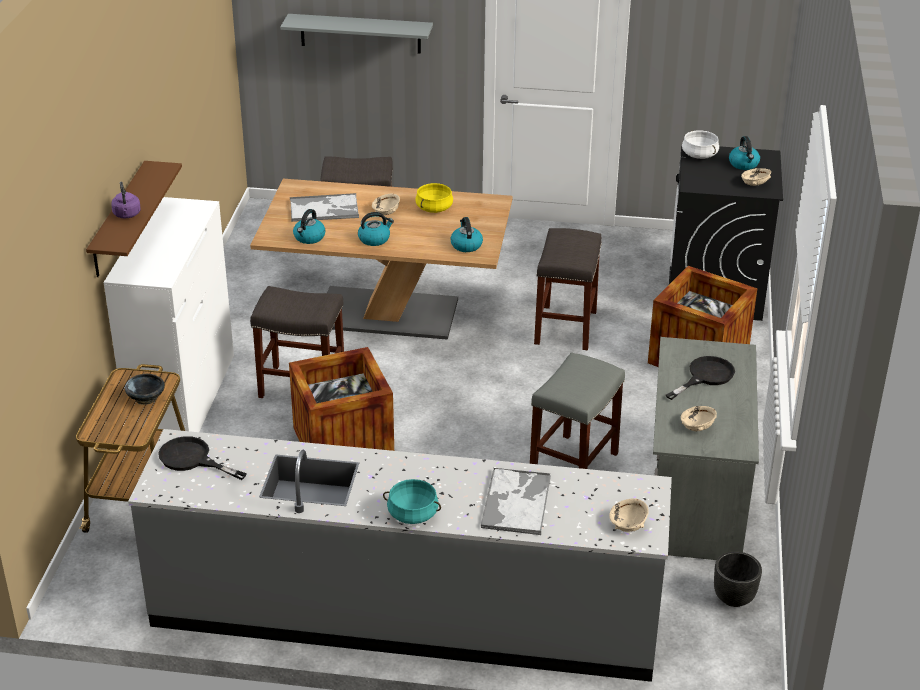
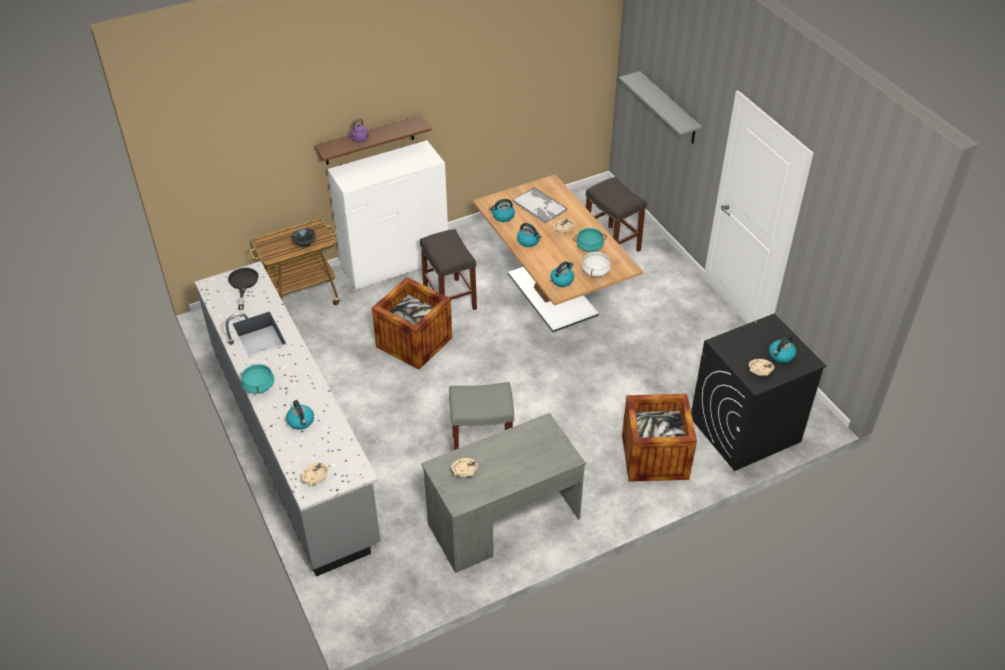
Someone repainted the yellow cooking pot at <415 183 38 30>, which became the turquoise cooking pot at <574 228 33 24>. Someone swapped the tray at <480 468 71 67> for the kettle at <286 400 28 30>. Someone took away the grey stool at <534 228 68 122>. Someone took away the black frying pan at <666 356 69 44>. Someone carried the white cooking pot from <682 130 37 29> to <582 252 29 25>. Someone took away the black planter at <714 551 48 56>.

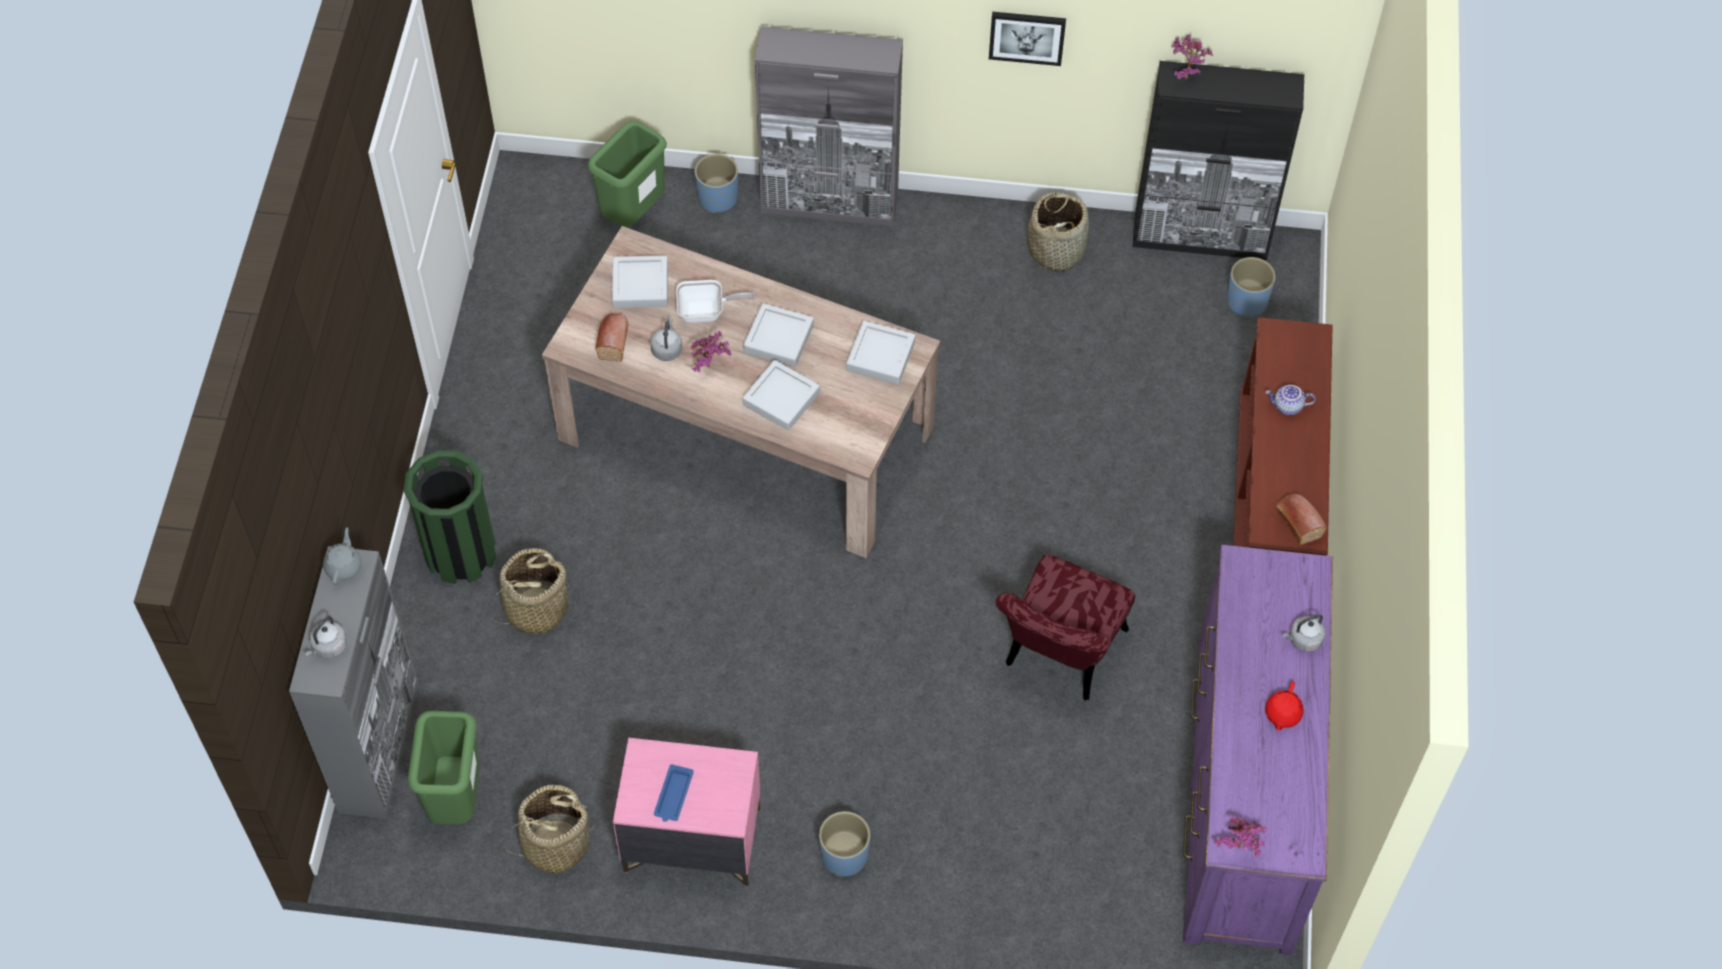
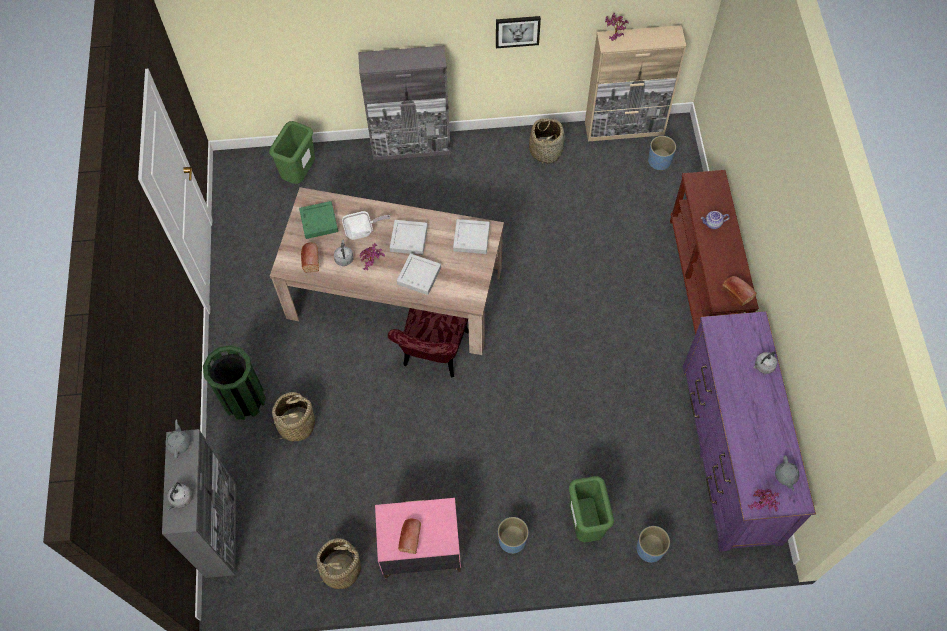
Someone carried the green trash can from <408 711 72 113> to <569 476 45 66>. Someone repainted the grey tray at <612 255 56 53>, which became the green tray at <299 201 39 38>. Someone swapped the blue tray at <654 764 40 58> for the bread at <398 519 23 35>. Someone carried the blue planter from <695 154 43 59> to <637 526 33 37>. Someone carried the red chair from <995 555 140 145> to <388 308 81 70>. Someone repainted the black cabinet at <1133 61 171 199>, which became the beige cabinet at <585 25 101 116>. Someone took away the red teapot at <1265 681 39 50>. Someone put down the grey teapot at <775 455 24 36>.

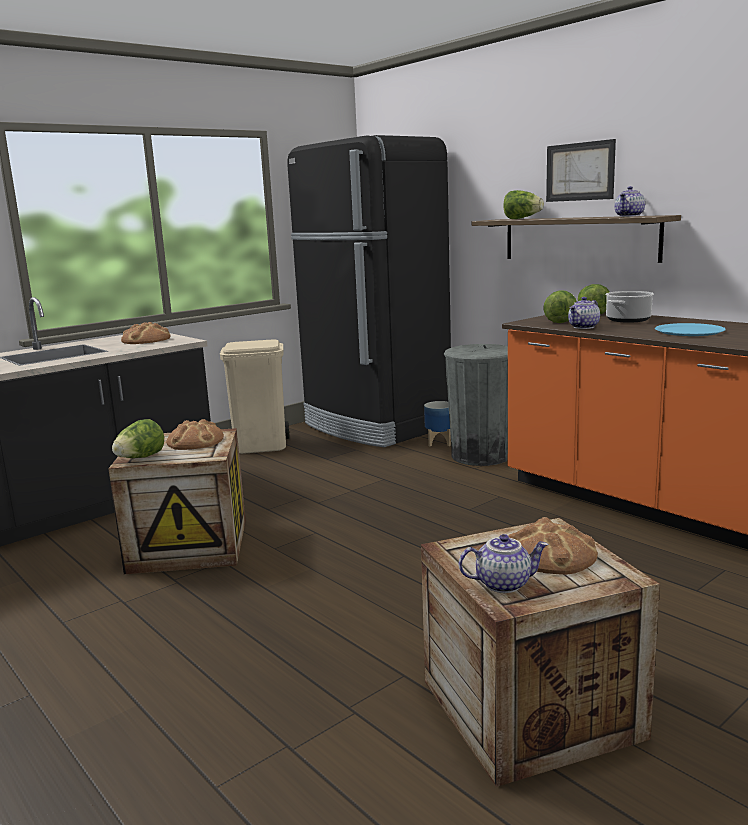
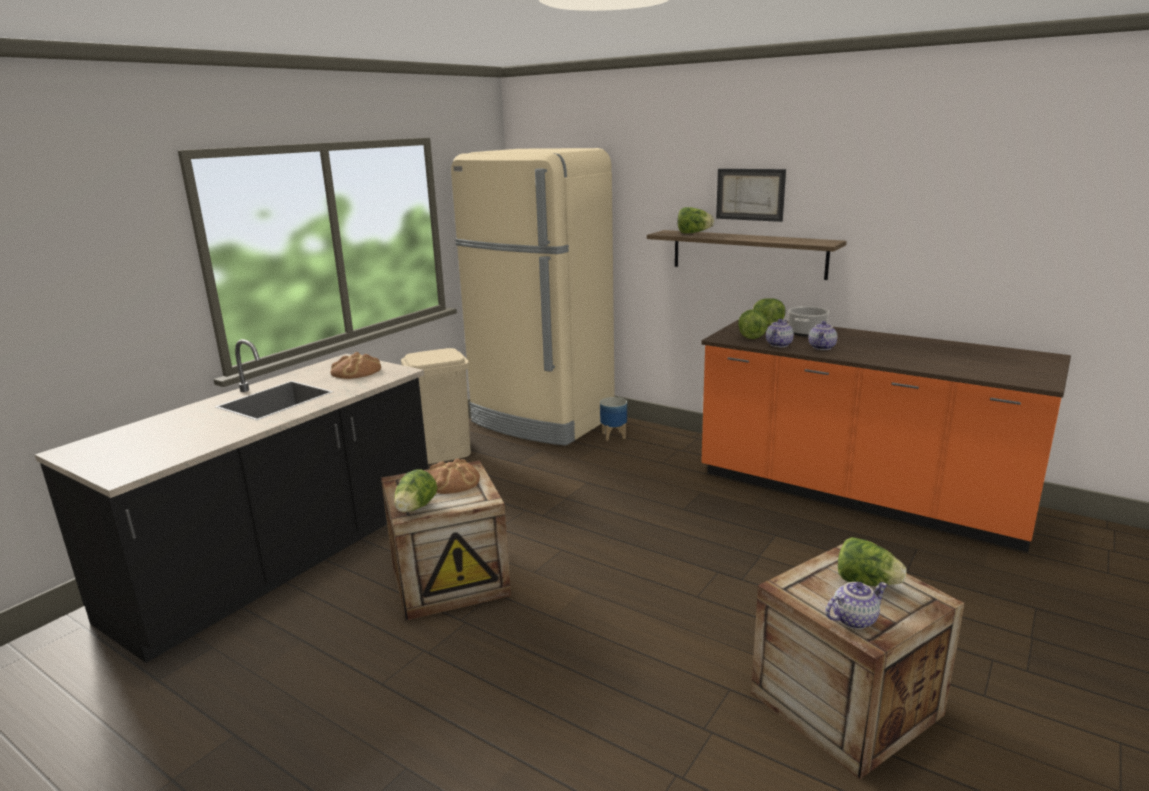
Someone repainted the black fridge at <287 135 164 312>, which became the beige fridge at <451 148 164 298>. Someone took away the grey trash can at <444 344 64 122>. Someone swapped the bread at <508 517 90 58> for the lettuce at <838 537 69 49>. Someone carried the teapot from <614 186 31 31> to <808 321 29 29>. Someone took away the blue plate at <655 323 71 13>.

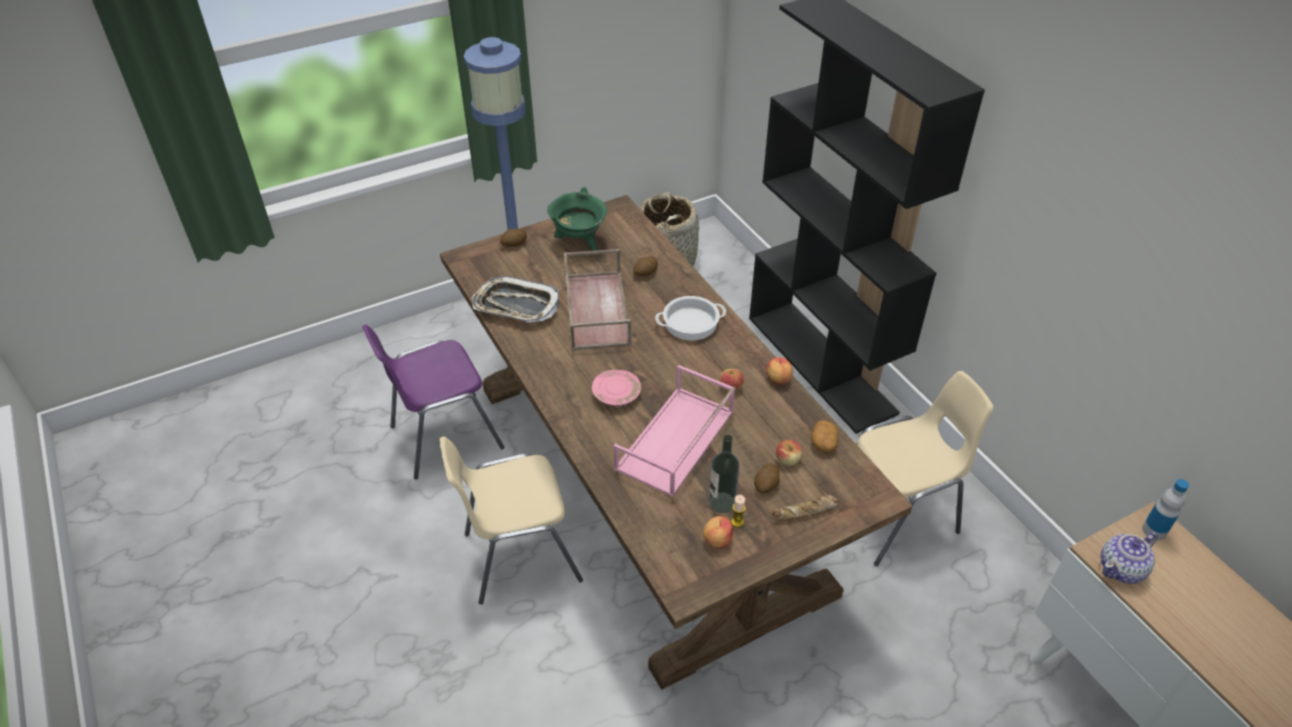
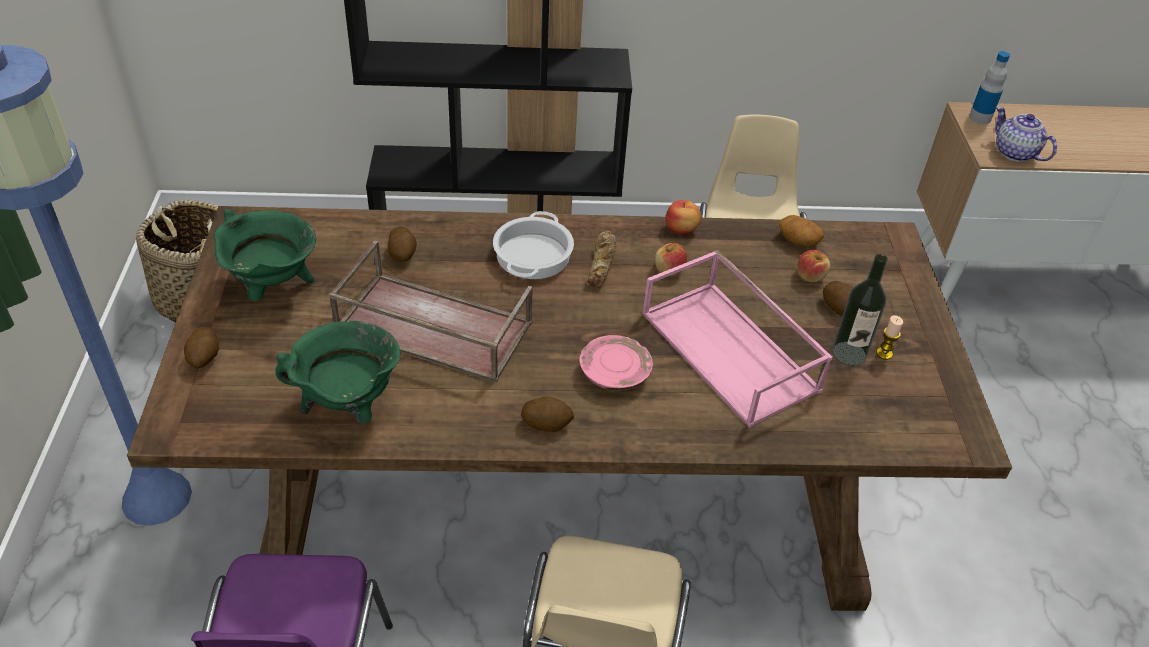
Someone swapped the tray at <472 276 87 46> for the green cooking pot at <275 321 125 103>. Someone took away the apple at <703 516 30 33>. Someone carried the bread from <772 495 66 26> to <587 231 29 57>. Someone rotated the teapot at <1101 532 57 52> by 150 degrees clockwise. Someone put down the potato at <521 396 53 36>.

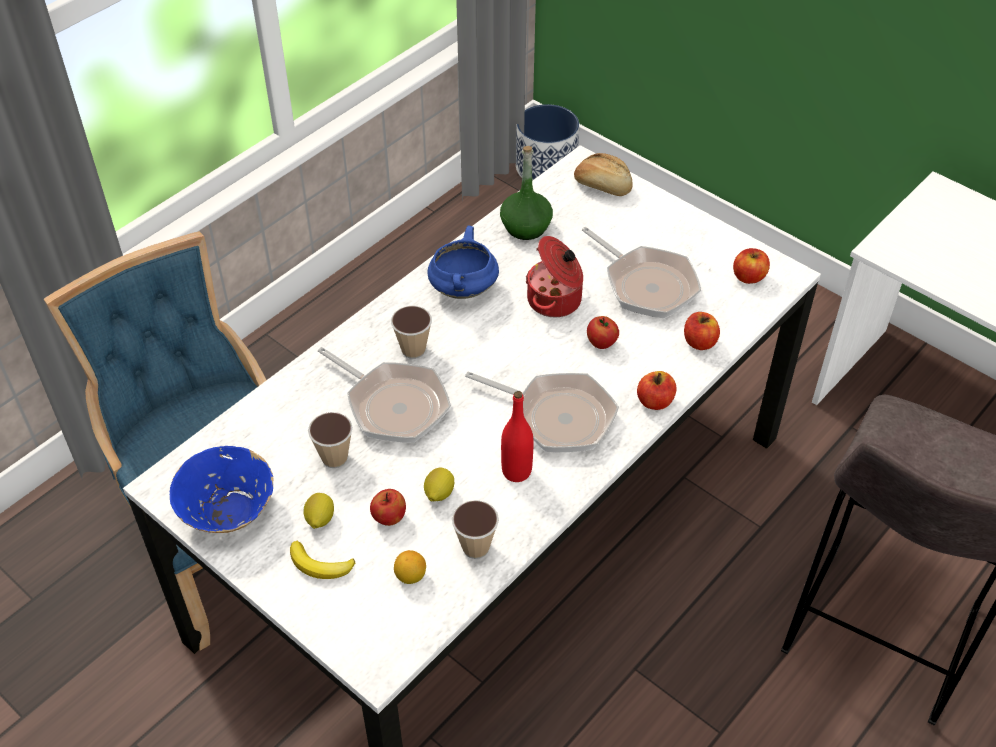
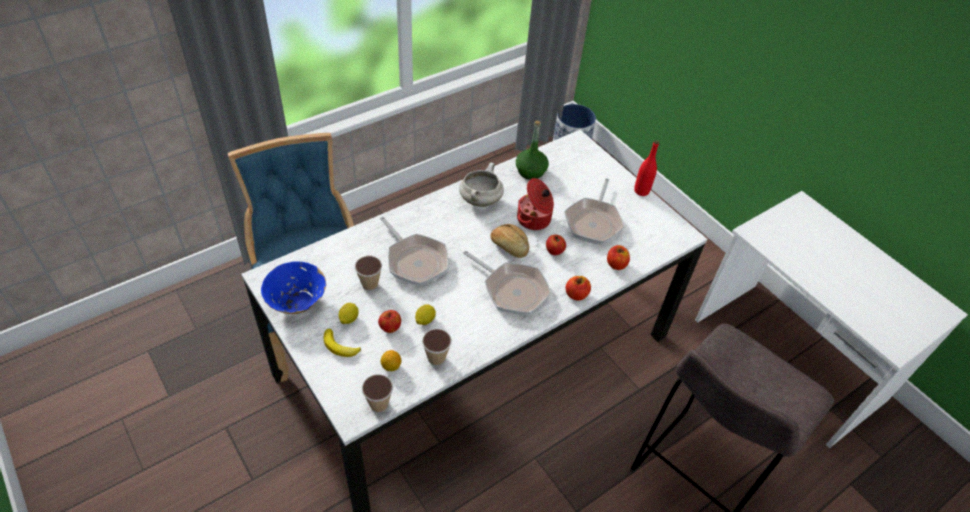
Someone carried the cup from <391 306 41 53> to <362 374 31 39>. Someone repainted the blue cooking pot at <427 226 72 73>, which became the white cooking pot at <459 162 45 45>. Someone carried the red bottle from <501 391 33 91> to <634 141 25 55>. Someone carried the bread from <574 153 58 43> to <491 224 38 34>. Someone rotated the frying pan at <582 227 119 91> by 45 degrees clockwise. Someone took away the apple at <733 248 37 36>.

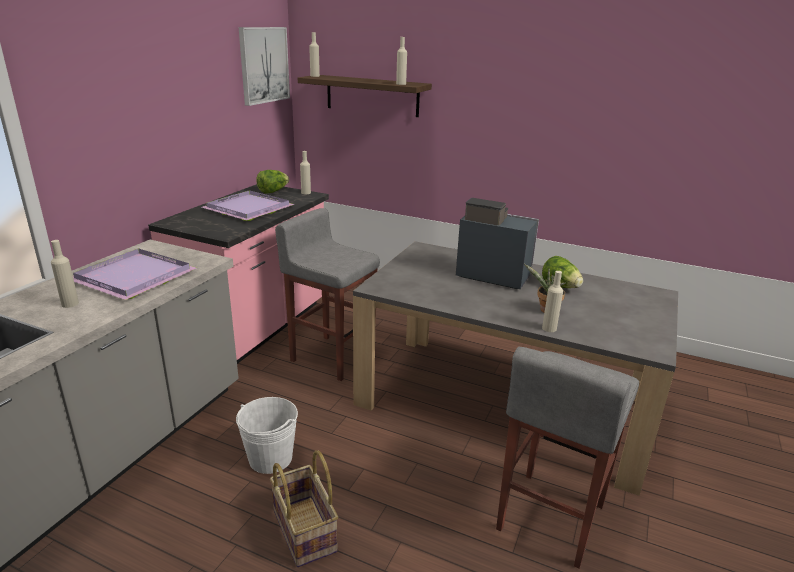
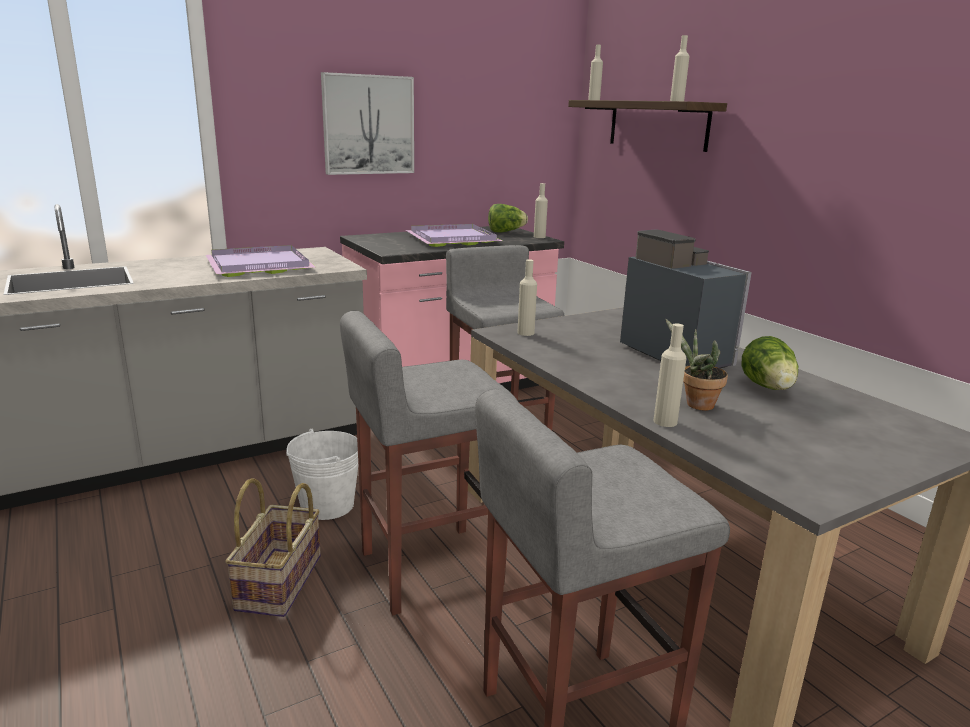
Someone carried the beige bottle from <51 240 28 68> to <517 259 20 77>. Someone carried the picture from <239 27 51 79> to <321 72 93 103>. Someone put down the grey stool at <340 311 177 304>.

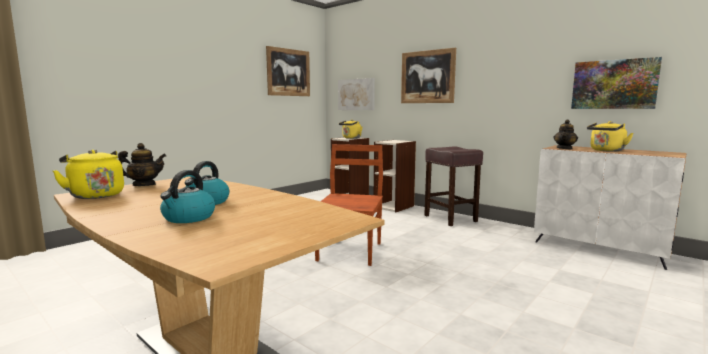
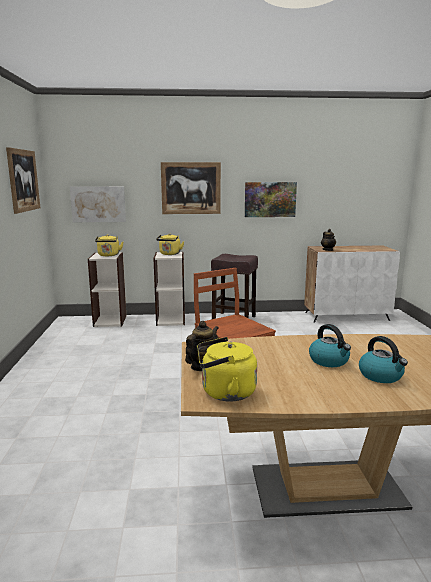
Someone carried the picture from <571 57 91 52> to <245 182 52 35>. Someone carried the yellow kettle from <587 121 47 31> to <156 234 28 21>.

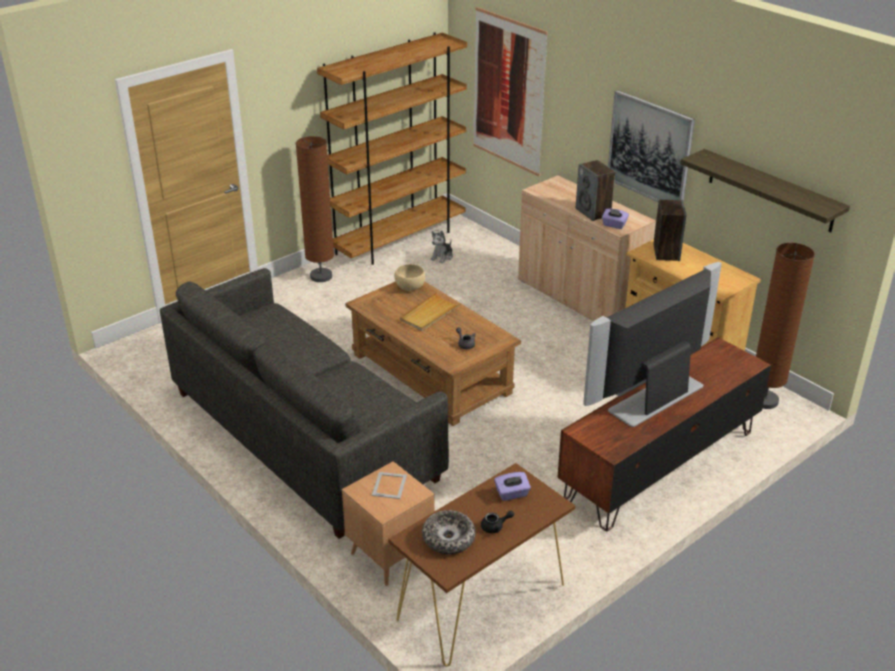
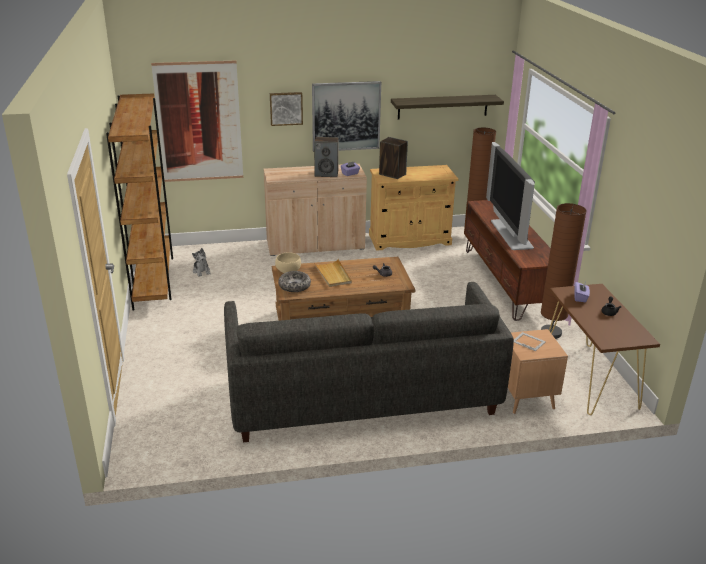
Someone carried the brown floor lamp from <296 136 38 146> to <541 203 46 136>. Someone carried the bowl from <422 510 54 44> to <278 271 33 21>. Someone put up the picture at <270 92 33 34>.

